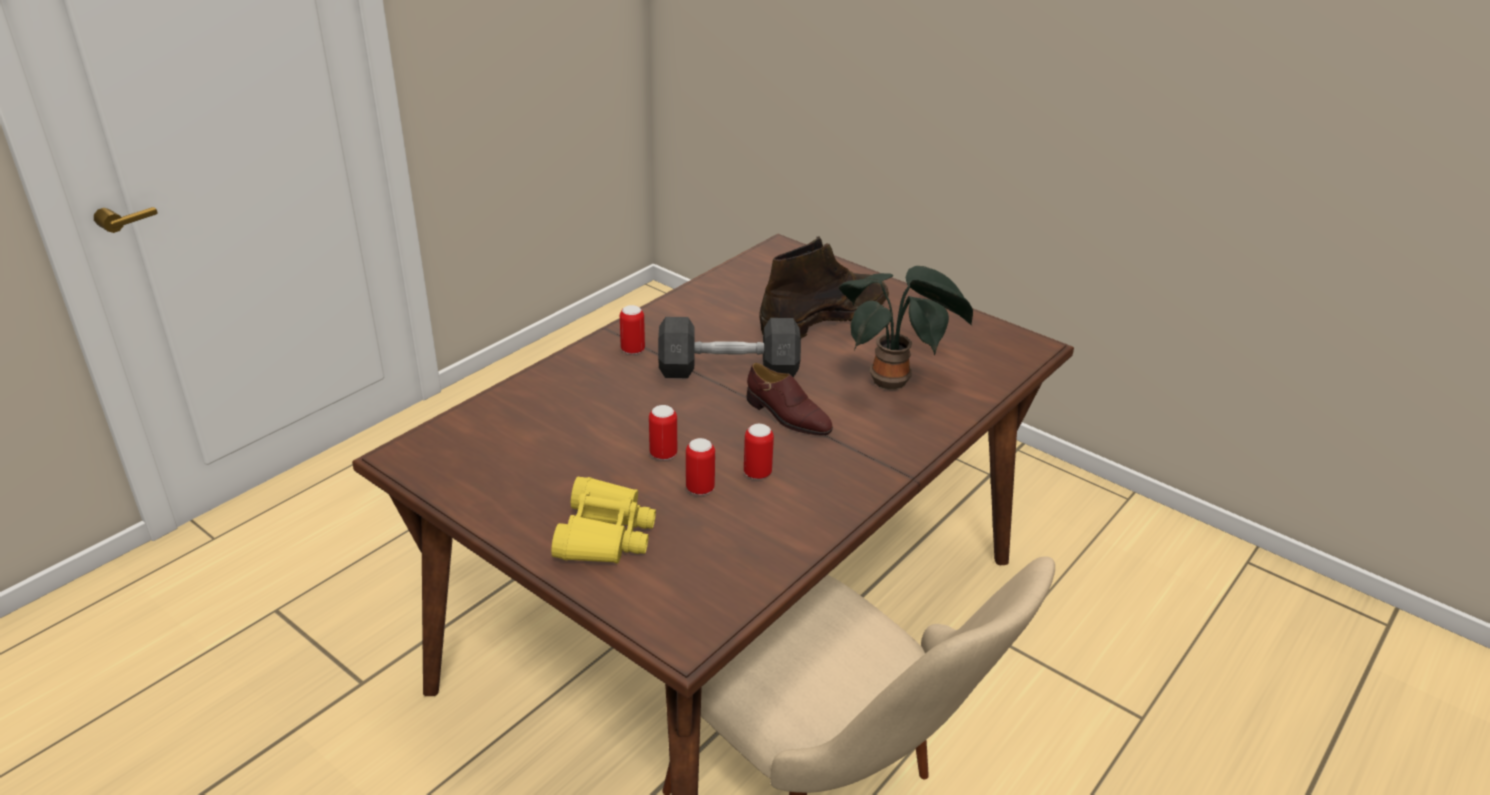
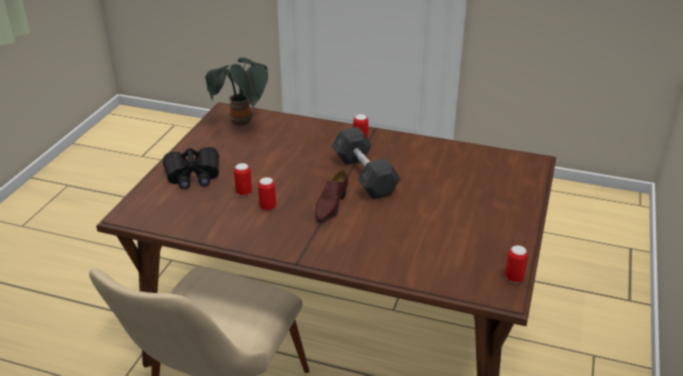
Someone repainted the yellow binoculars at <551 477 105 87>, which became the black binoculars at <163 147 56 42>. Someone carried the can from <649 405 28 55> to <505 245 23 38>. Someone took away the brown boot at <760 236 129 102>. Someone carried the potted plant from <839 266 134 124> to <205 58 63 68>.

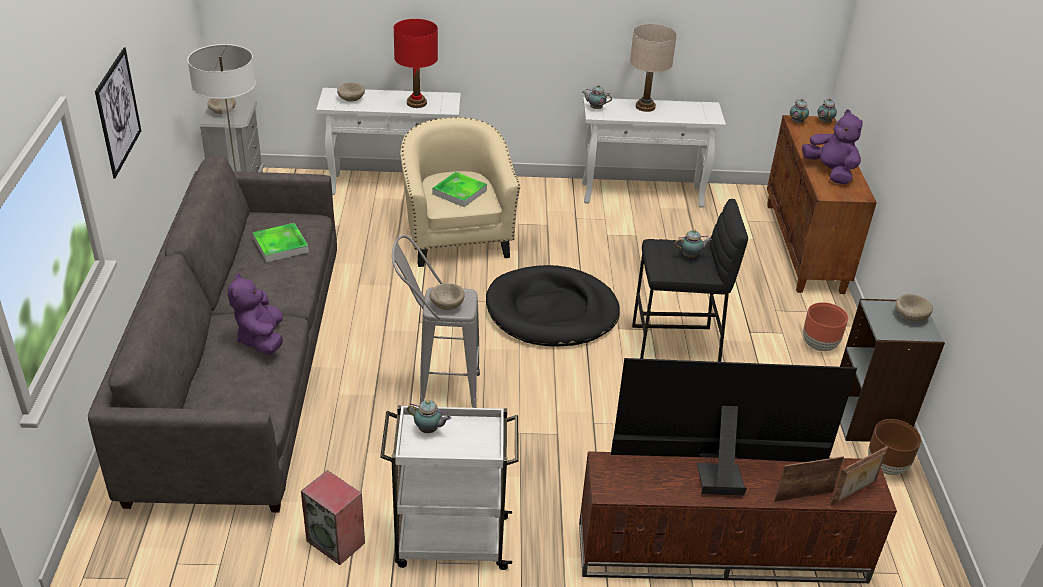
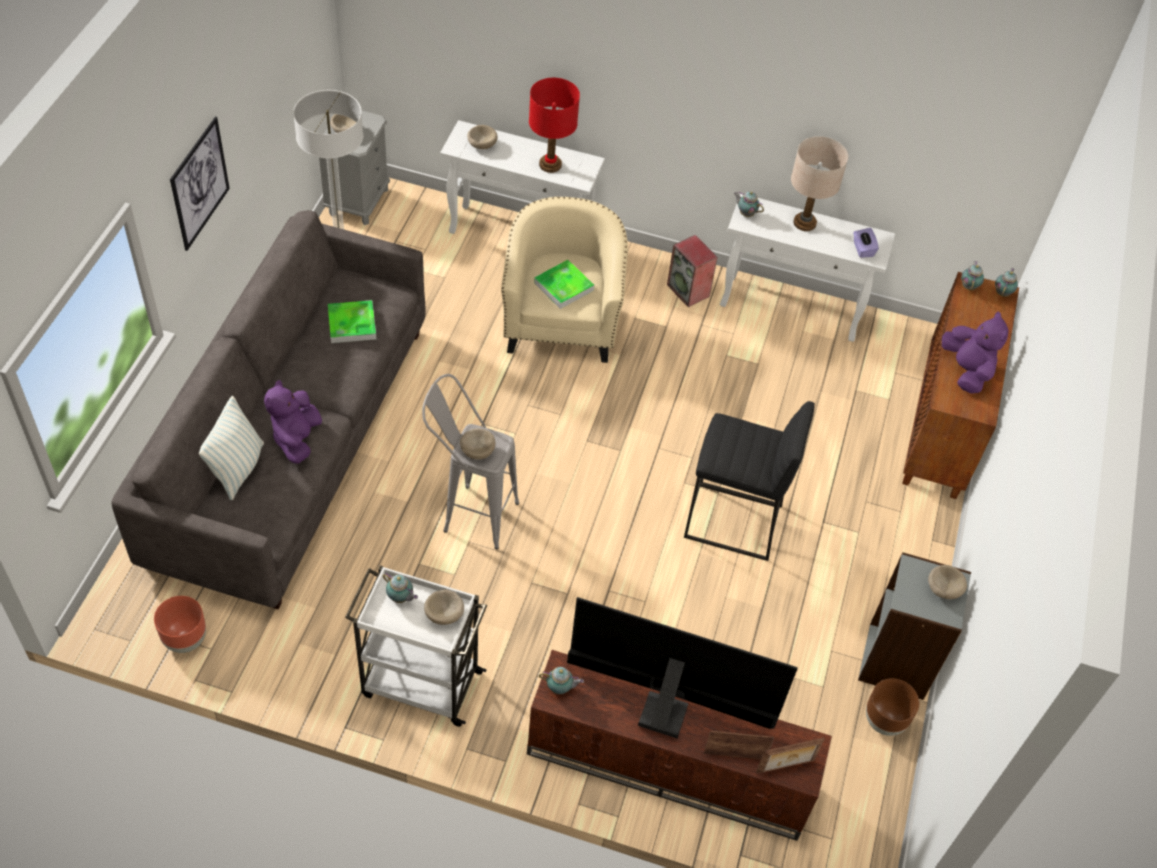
Someone carried the speaker from <301 470 64 95> to <667 235 51 72>. Someone took away the black dog bed at <486 265 134 82>. Someone carried the teapot from <675 229 37 29> to <539 667 45 28>. Someone carried the brown planter from <803 302 45 49> to <154 596 52 57>. Someone put down the pillow at <199 396 65 104>. Someone put down the beige bowl at <424 589 40 36>. Someone put down the purple tissue box at <853 228 26 30>.

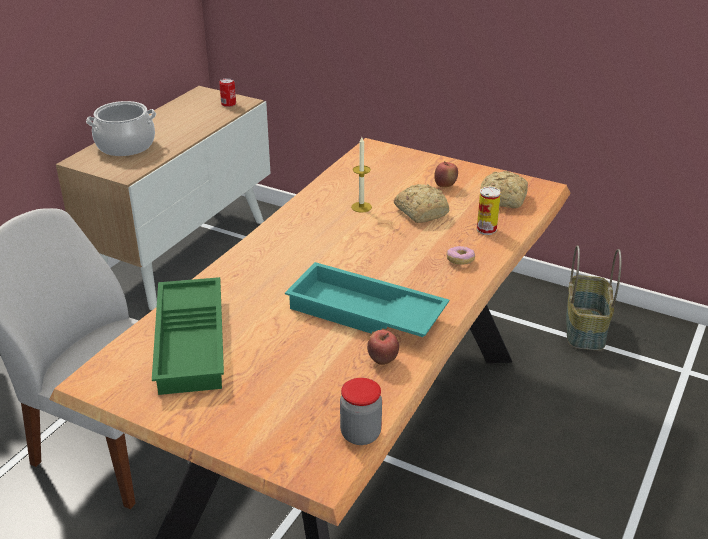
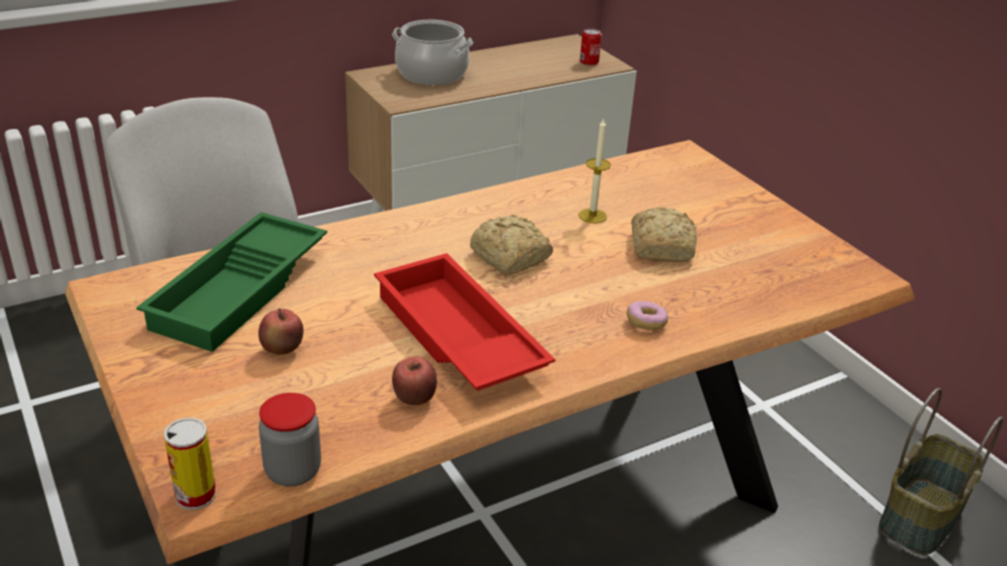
Someone repainted the turquoise tray at <285 262 164 75>, which became the red tray at <374 253 182 138>. Someone carried the apple from <434 161 24 27> to <258 308 45 47>. Someone carried the can from <477 187 24 48> to <164 417 52 93>. Someone carried the bread from <480 171 48 37> to <470 215 83 60>.

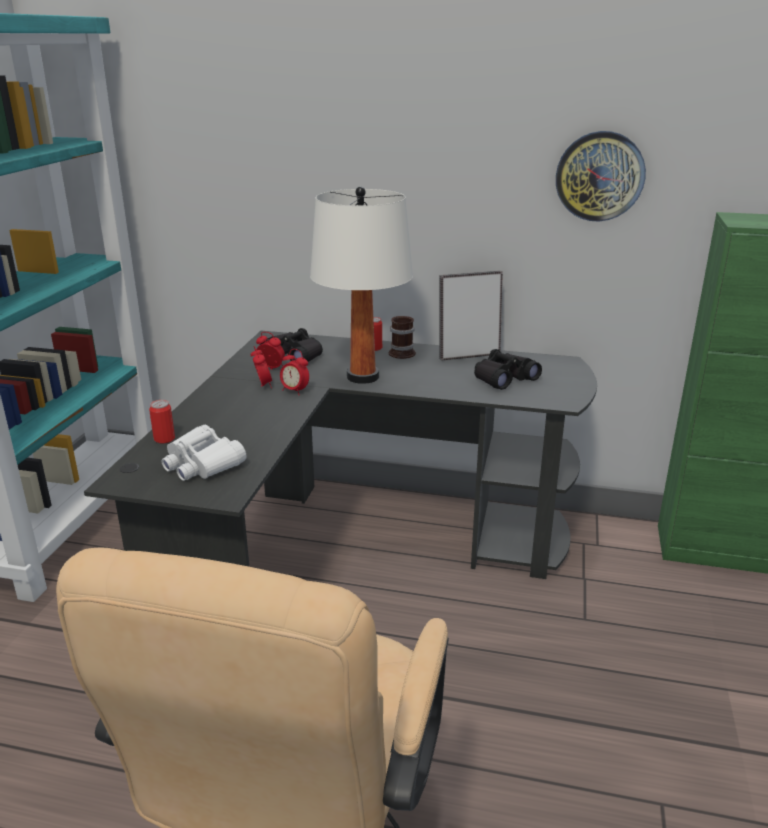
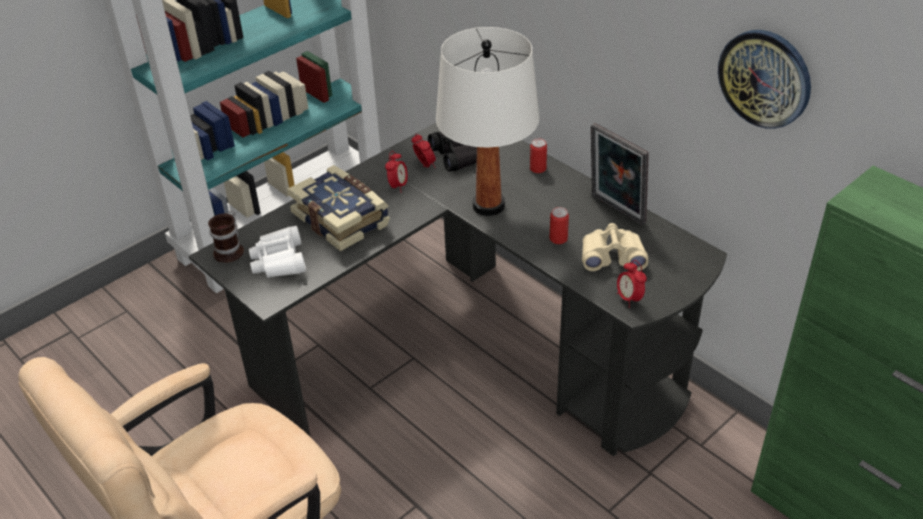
Someone carried the can from <149 400 26 43> to <549 207 20 37>. Someone carried the alarm clock from <280 349 29 46> to <617 260 30 48>. Someone carried the mug from <389 316 27 43> to <208 211 36 52>. Someone rotated the picture frame at <439 271 64 89> by 150 degrees counterclockwise. Someone repainted the black binoculars at <474 349 68 41>, which became the beige binoculars at <582 223 66 48>. Someone put down the book at <287 165 103 86>.

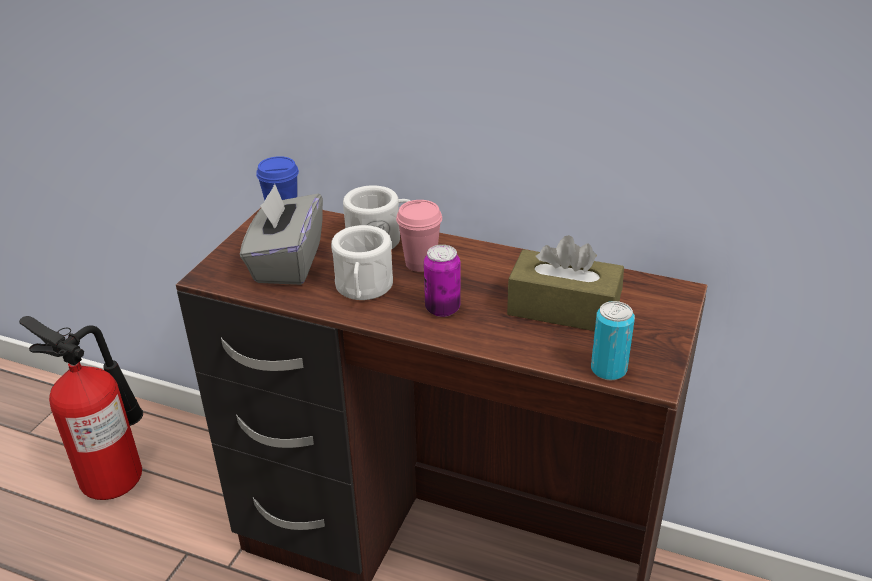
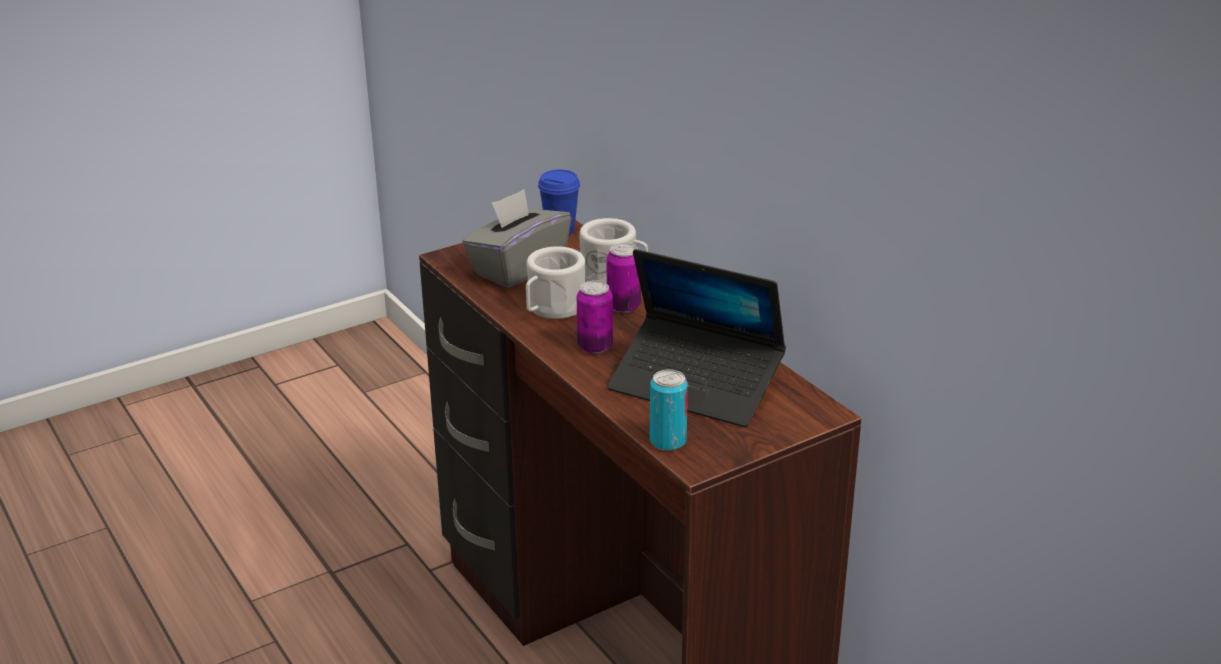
Someone took away the fire extinguisher at <19 316 124 184>. Someone swapped the pink cup at <396 200 46 72> for the can at <606 243 35 70>. Someone swapped the brown tissue box at <507 235 117 96> for the laptop at <607 249 179 178>.

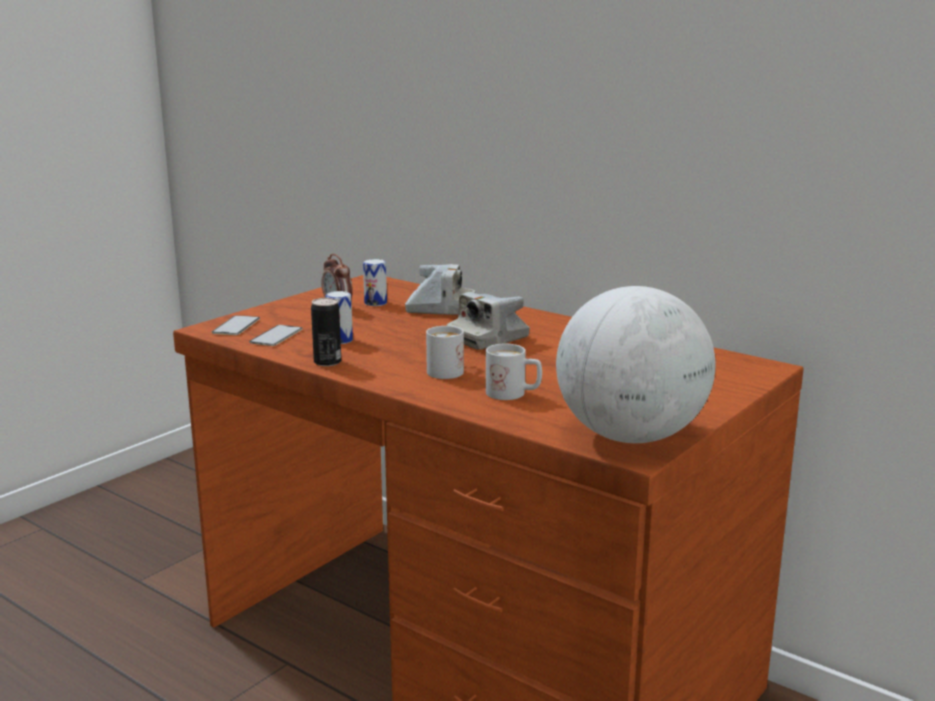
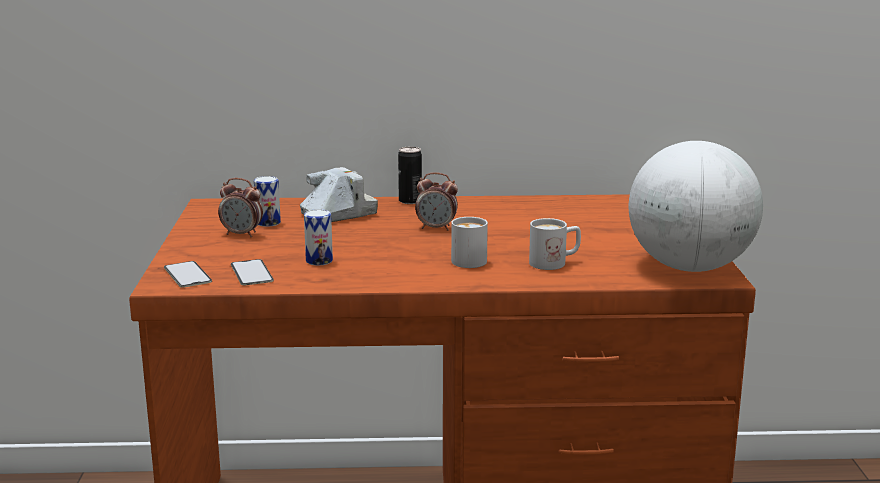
Someone carried the can from <311 298 30 68> to <398 147 24 57>. Someone swapped the photo camera at <447 292 83 58> for the alarm clock at <415 172 43 59>.

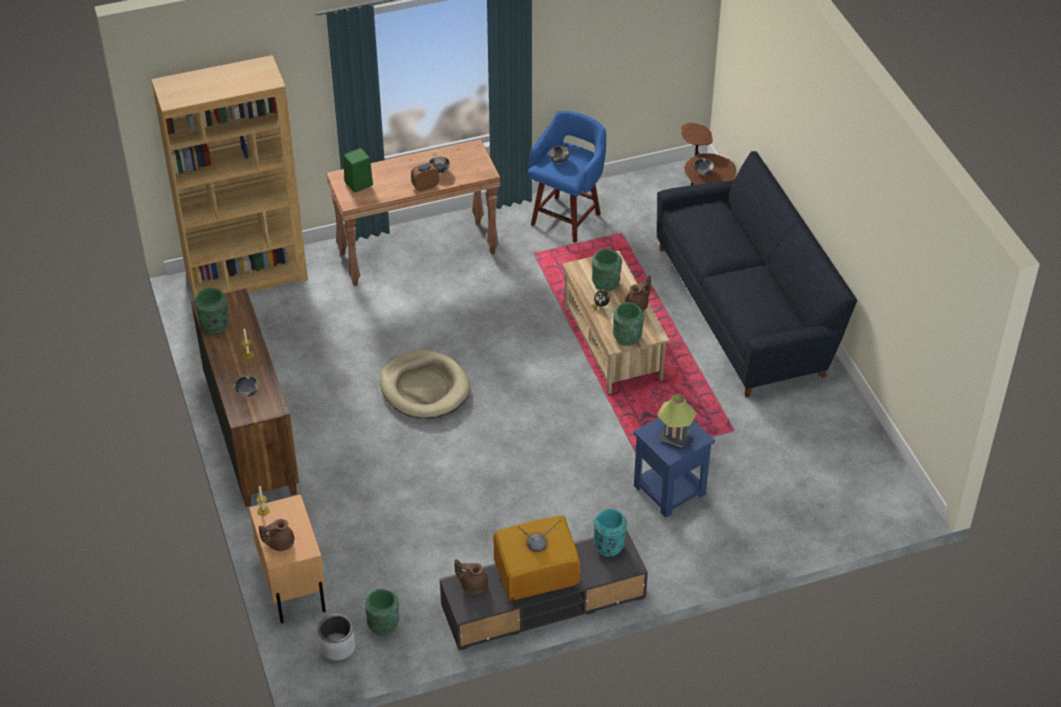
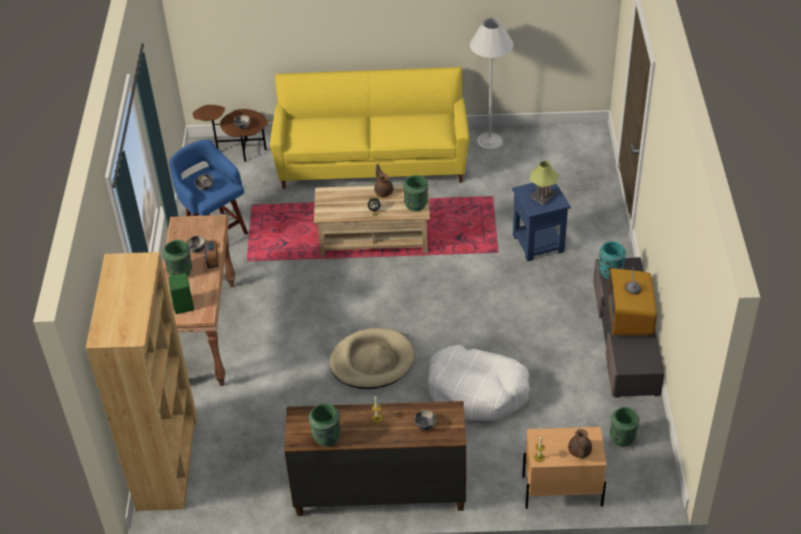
Someone took away the grey planter at <318 614 37 47>. Someone took away the brown teapot at <455 559 33 35>. Someone carried the green vase from <592 249 30 43> to <162 240 30 37>. Someone repainted the black sofa at <657 151 200 247>, which became the yellow sofa at <270 67 199 122>. Someone put down the white dog bed at <428 345 102 76>. Someone put down the white floor lamp at <470 18 44 132>.

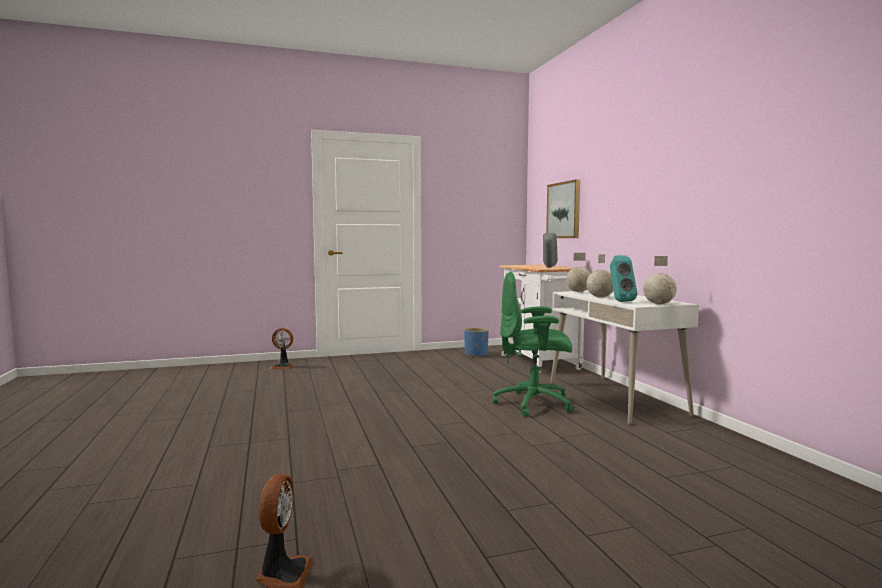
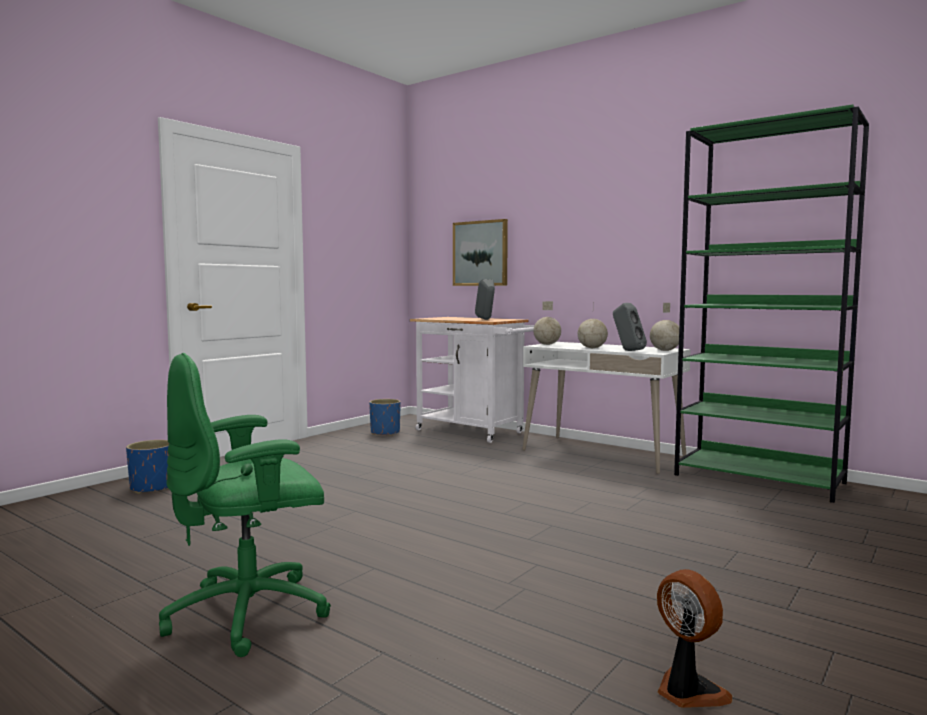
Someone swapped the fan at <270 328 23 41> for the blue planter at <126 440 43 54>. Someone carried the green office chair from <493 272 81 145> to <159 353 172 304>. Someone repainted the turquoise speaker at <610 255 27 47>, which became the grey speaker at <613 303 34 48>. Someone put down the green bookcase at <674 104 195 399>.

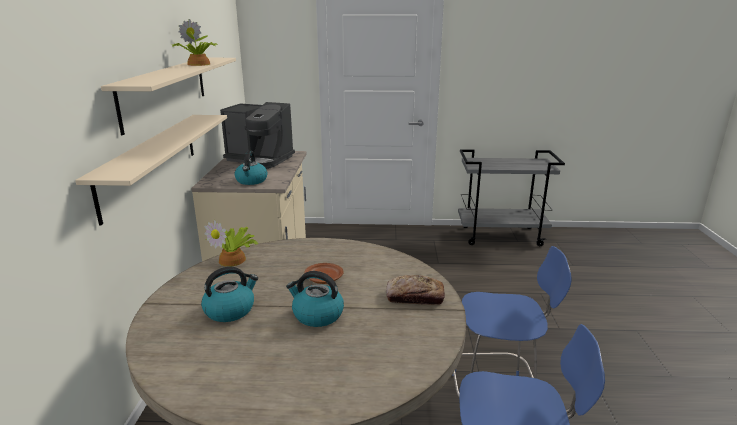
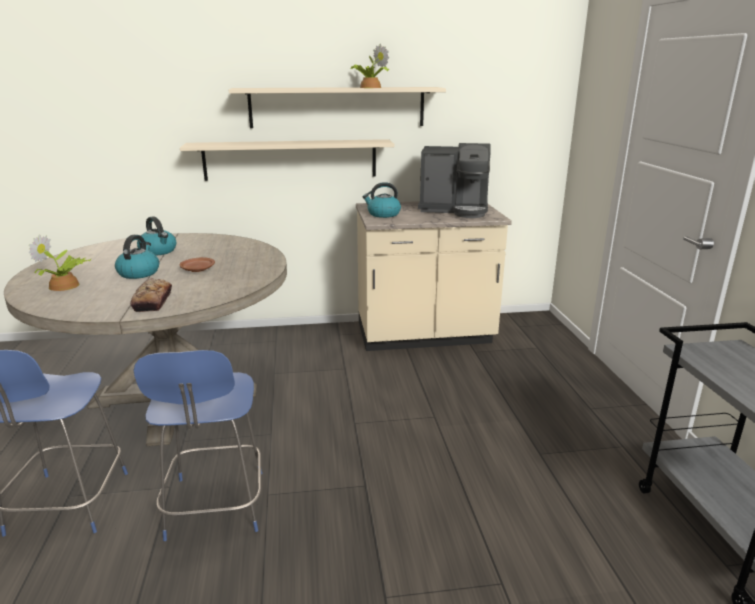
Someone carried the potted plant from <204 220 54 47> to <29 234 62 57>. Someone rotated the coffee machine at <220 102 75 67> by 90 degrees counterclockwise.

